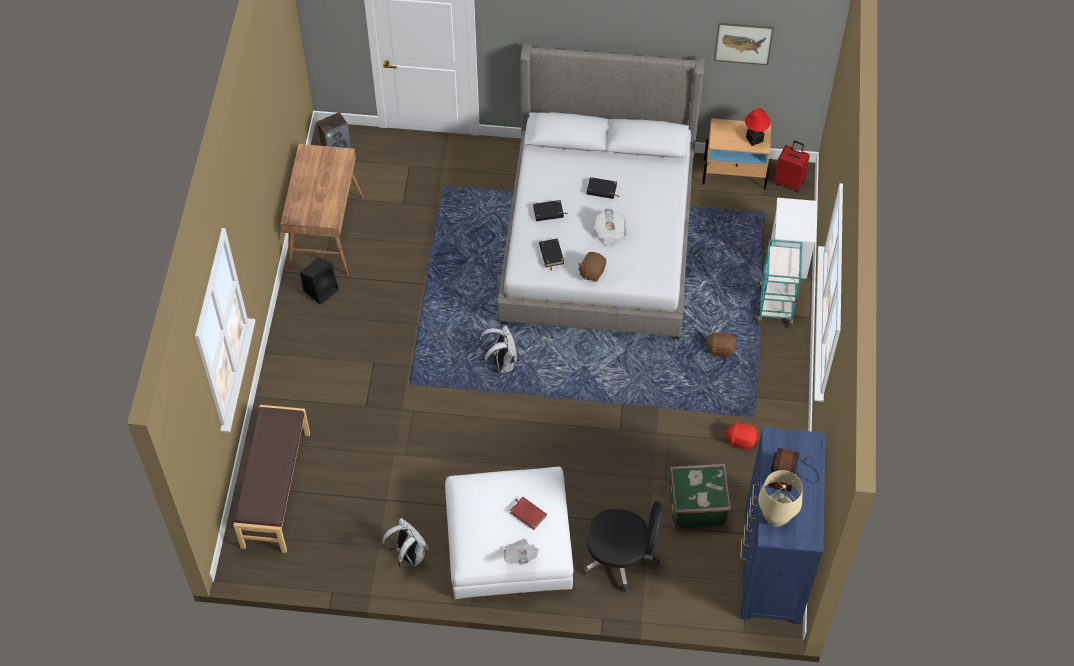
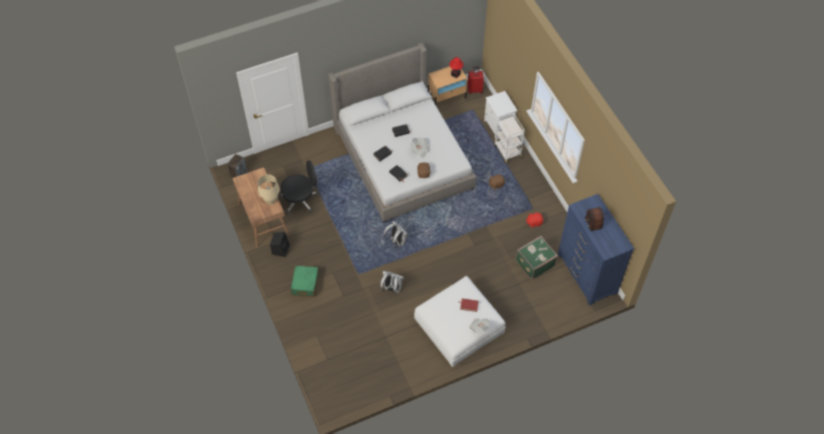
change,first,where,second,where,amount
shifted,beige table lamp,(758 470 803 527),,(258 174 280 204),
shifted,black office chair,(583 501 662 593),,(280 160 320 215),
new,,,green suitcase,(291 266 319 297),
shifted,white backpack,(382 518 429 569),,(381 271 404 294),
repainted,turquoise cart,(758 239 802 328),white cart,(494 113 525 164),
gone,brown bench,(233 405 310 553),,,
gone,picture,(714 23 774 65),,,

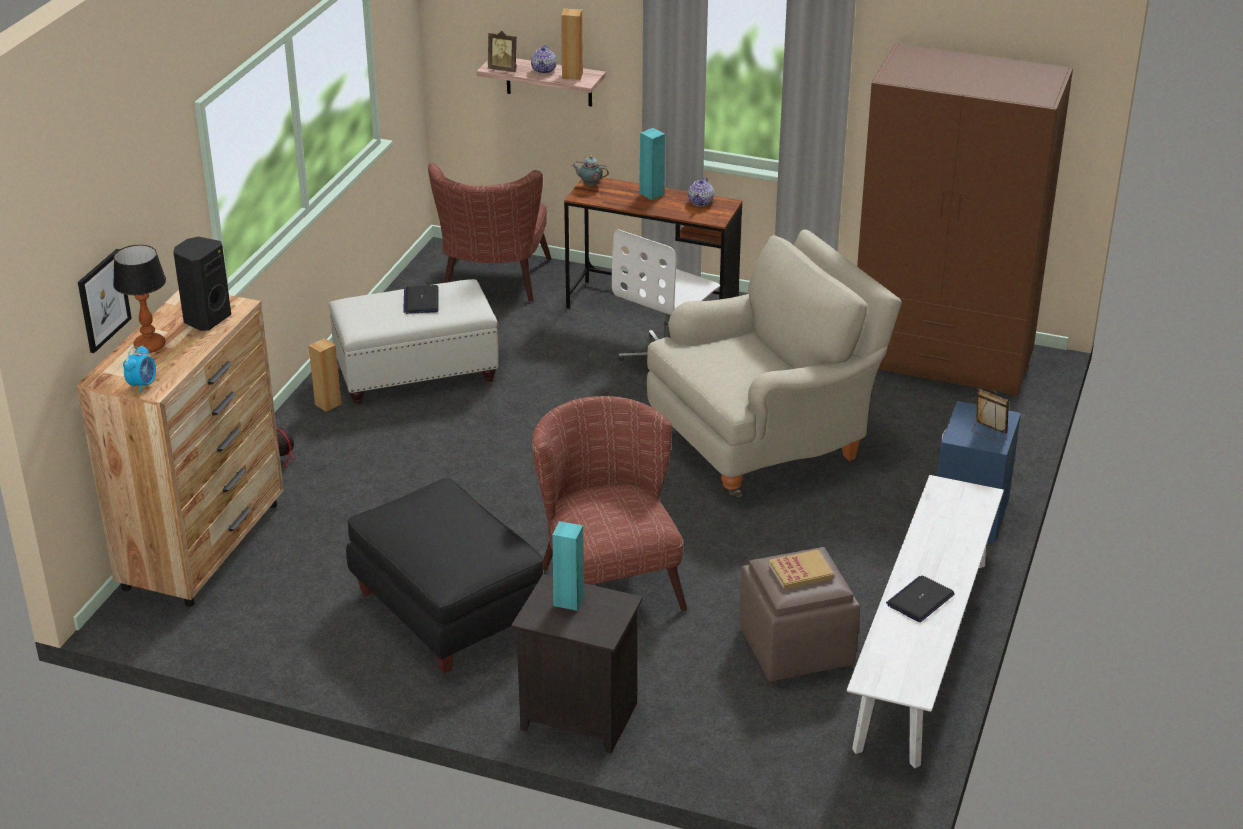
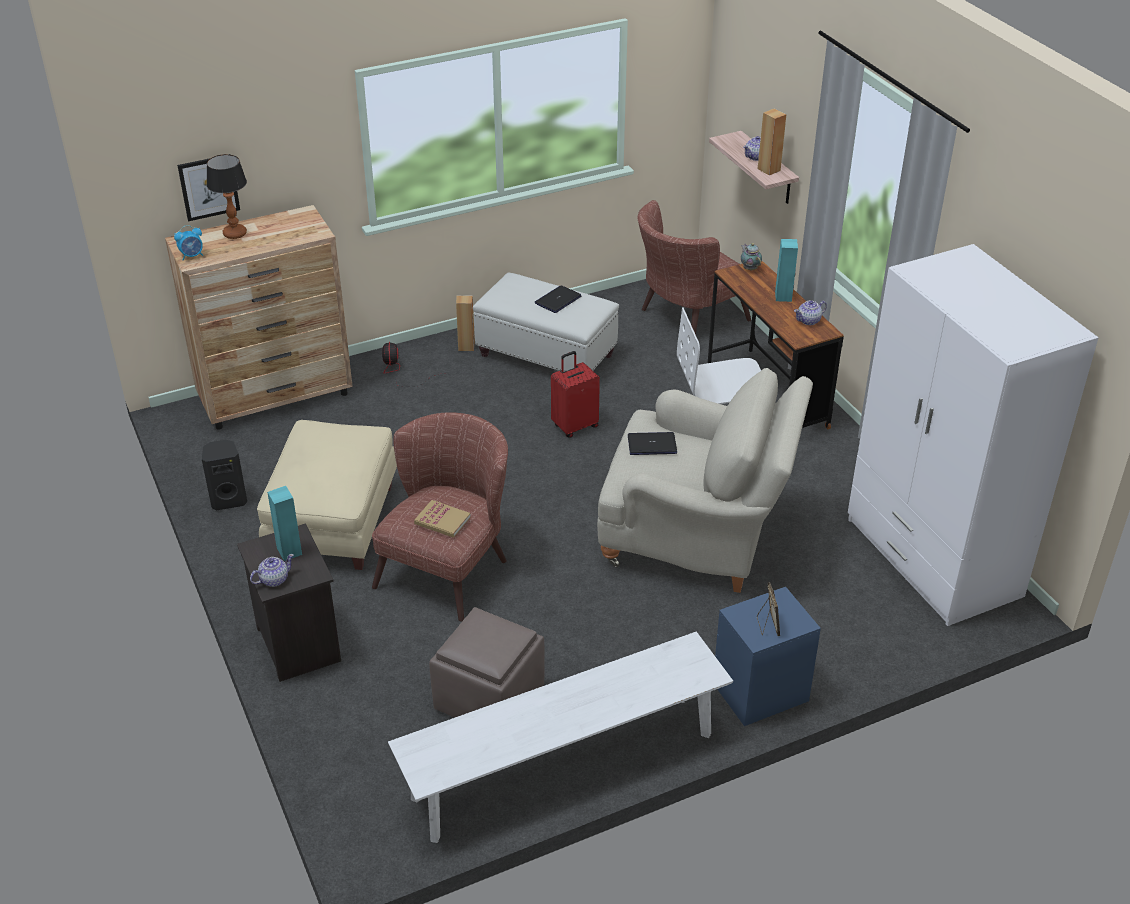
change,first,where,second,where,amount
shifted,black speaker,(173 237 231 331),,(202 440 247 511),
new,,,teapot,(250 554 294 587),
repainted,black ottoman,(346 478 543 673),beige ottoman,(257 420 397 570),
shifted,book,(769 550 834 589),,(414 500 471 538),
new,,,red suitcase,(551 351 600 438),
shifted,laptop,(886 576 955 622),,(628 432 677 455),
repainted,brown wardrobe,(857 43 1073 396),white wardrobe,(848 244 1099 626),
gone,picture frame,(488 31 517 72),,,

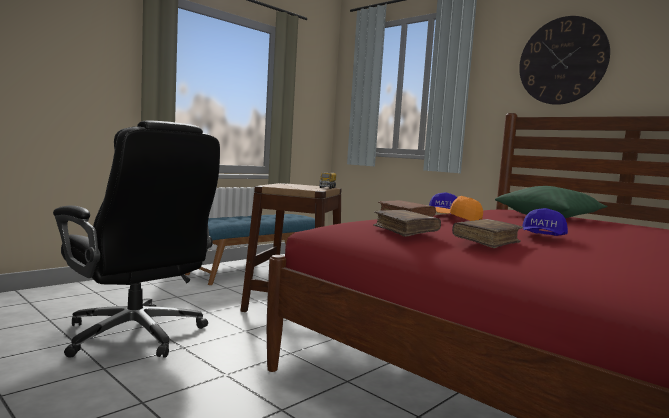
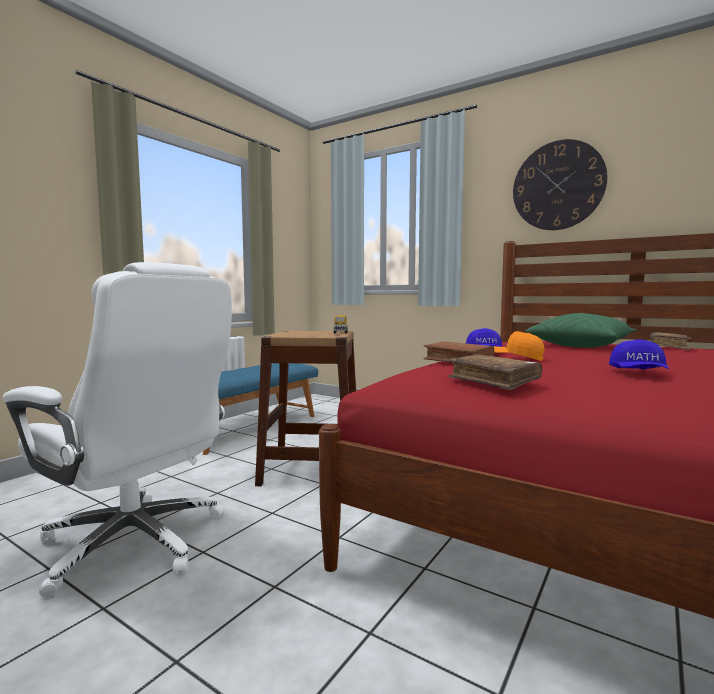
change,first,where,second,where,amount
repainted,black office chair,(53 121 220 358),white office chair,(2 262 232 598),
shifted,brown book,(452 219 523 248),,(650 332 691 350),

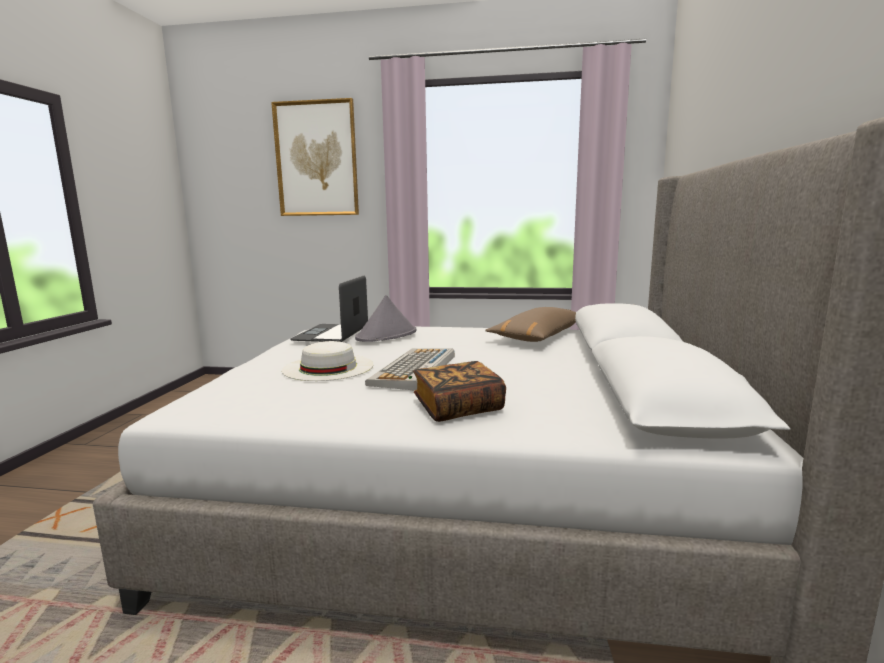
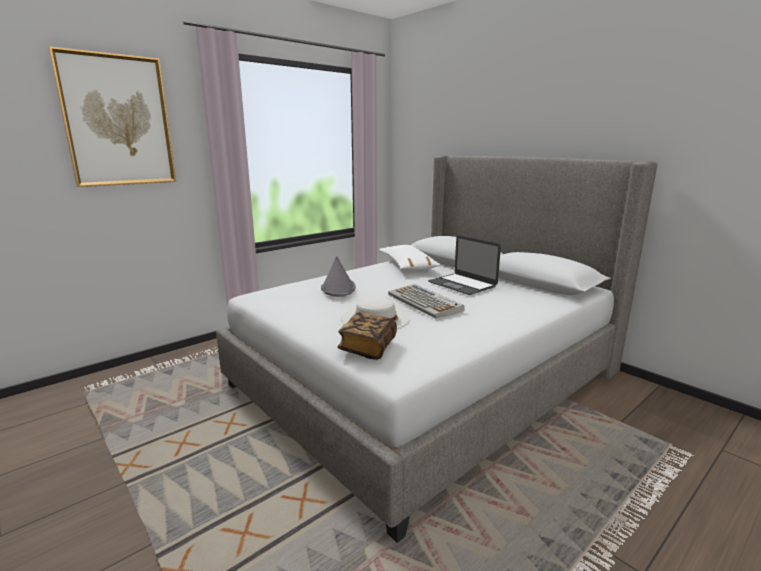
change,first,where,second,where,amount
shifted,book,(413 361 506 422),,(337 312 397 360),
repainted,brown pillow,(485 307 576 342),white pillow,(379 245 441 270),
shifted,laptop,(291 276 368 342),,(428 236 501 295),

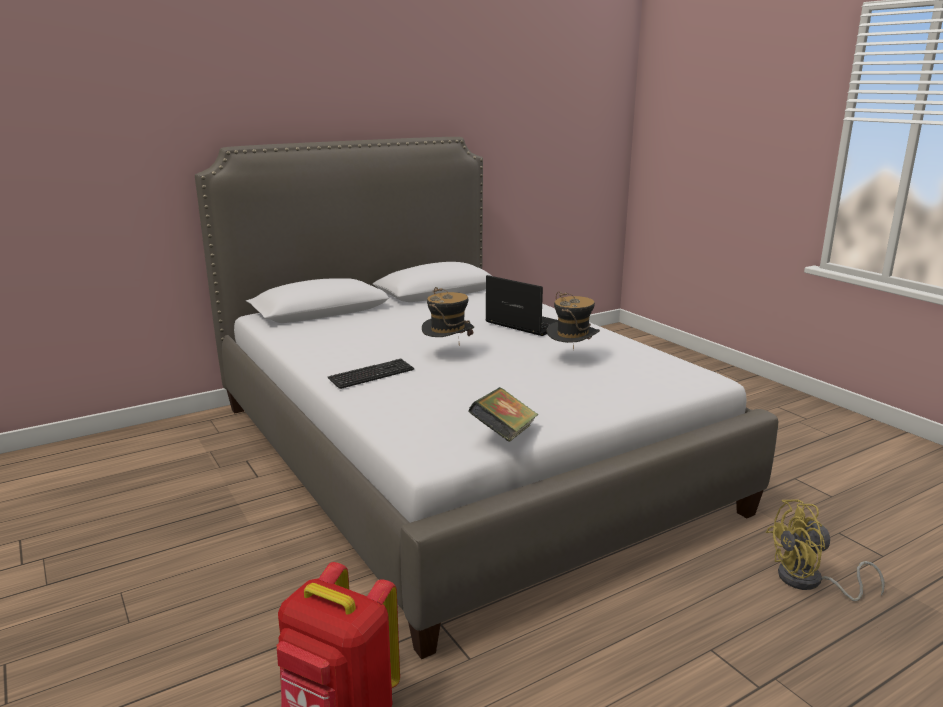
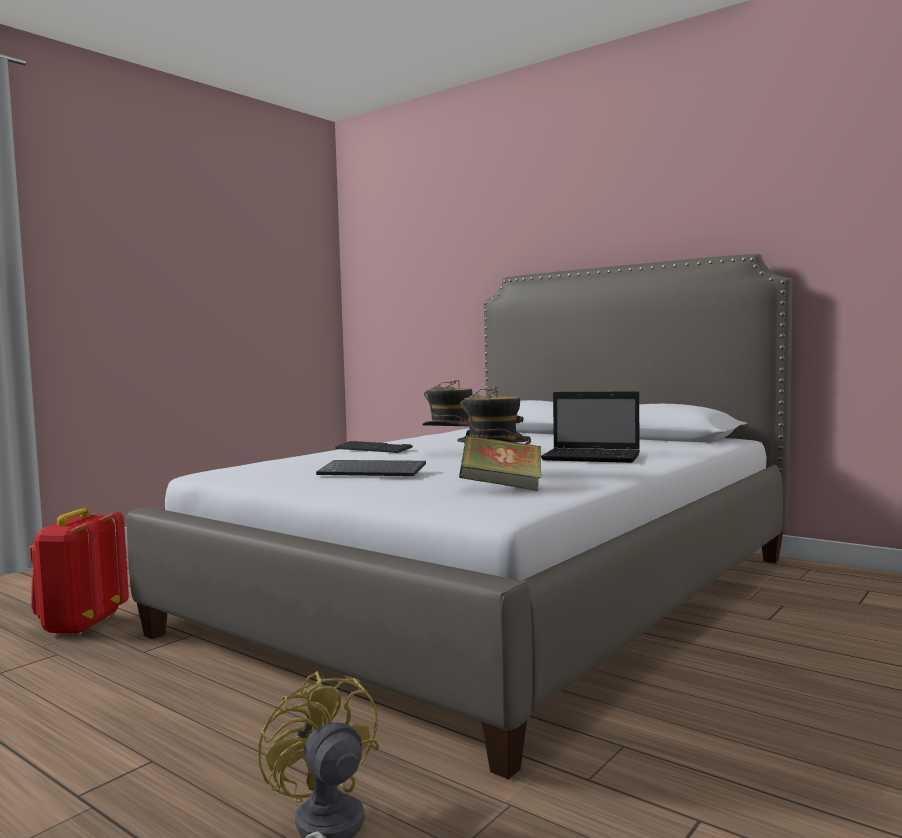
change,first,where,second,where,amount
new,,,keyboard,(316 460 426 476),
shifted,book,(468 387 538 442),,(459 435 541 491),
rotated,laptop,(486 275 558 336),,(541 392 640 463),90 degrees clockwise

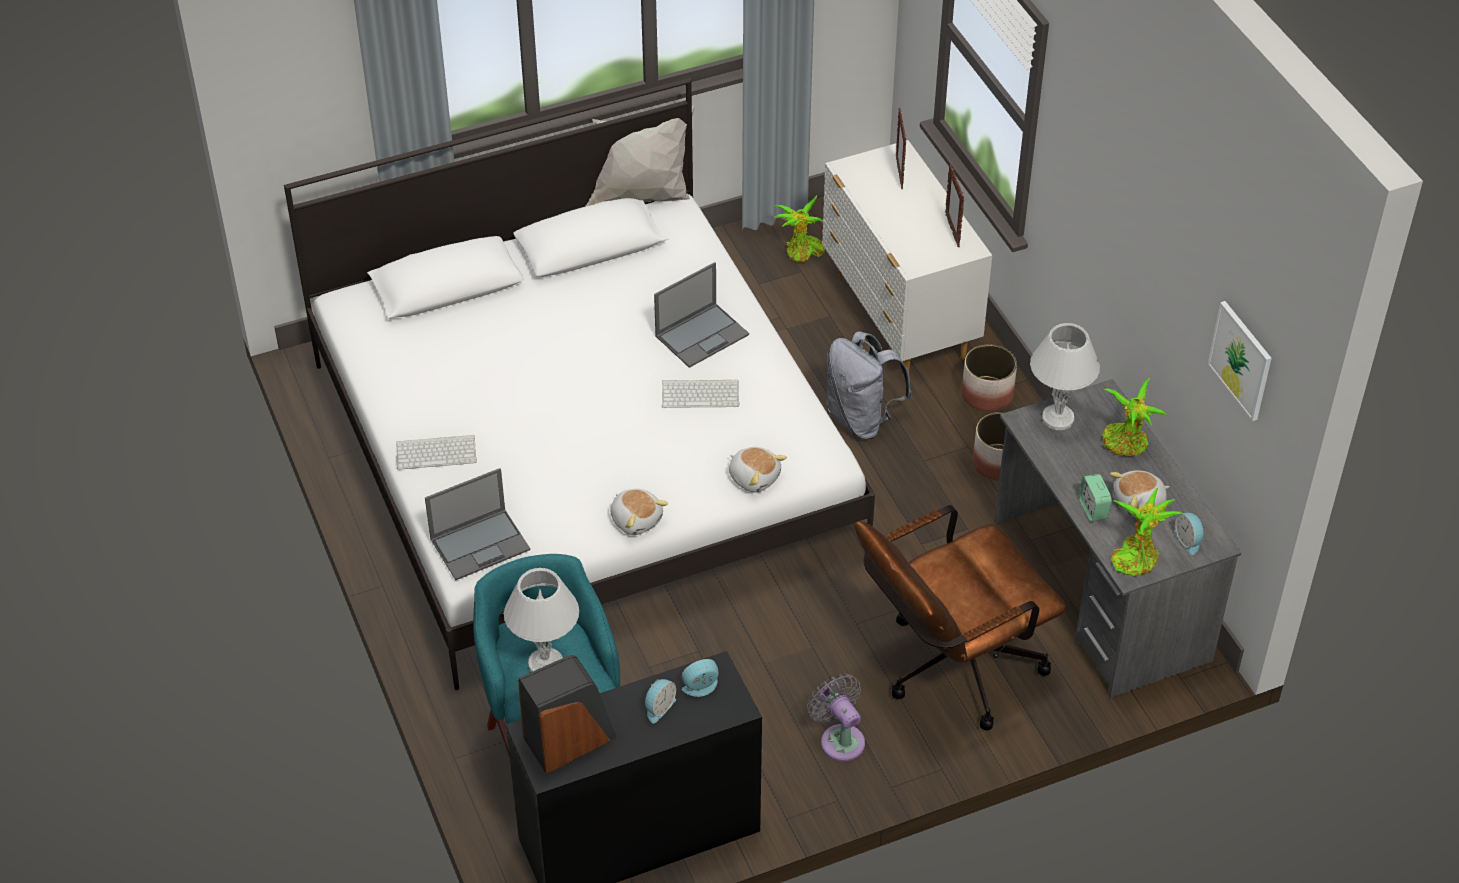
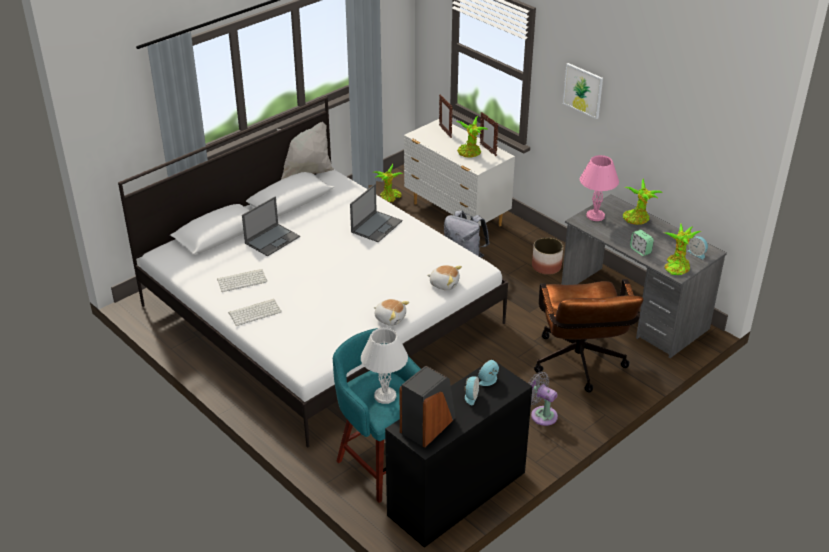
change,first,where,second,where,amount
shifted,keyboard,(662 380 739 408),,(217 269 267 292),
shifted,laptop,(425 468 530 580),,(242 197 300 256),
new,,,potted plant,(456 116 488 158),
rotated,brown office chair,(855 505 1067 730),,(534 279 643 392),45 degrees counterclockwise
shifted,picture,(1208 301 1272 421),,(563 63 603 119),
repainted,white table lamp,(1030 323 1100 430),pink table lamp,(580 155 619 221),
gone,planter,(961 345 1017 412),,,
gone,plush toy,(1110 470 1170 517),,,

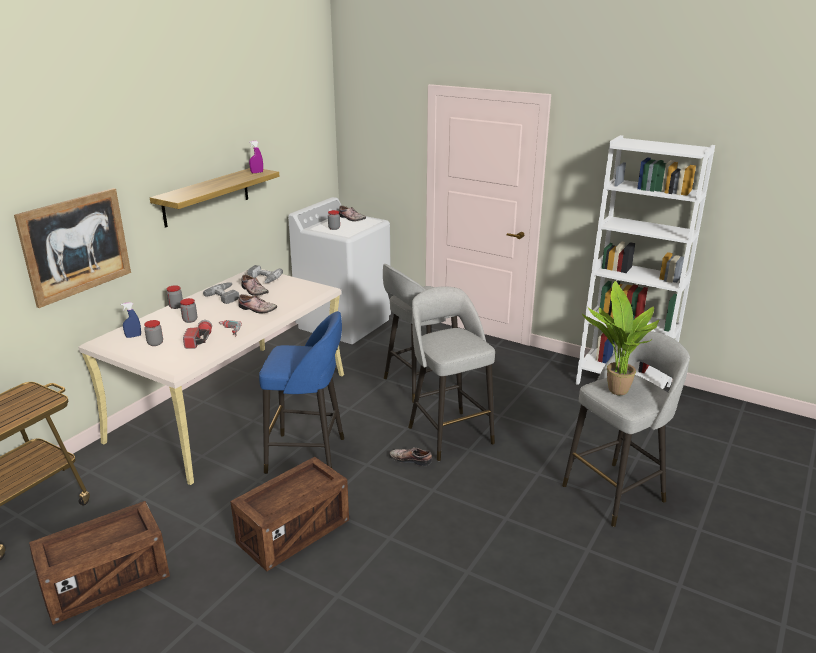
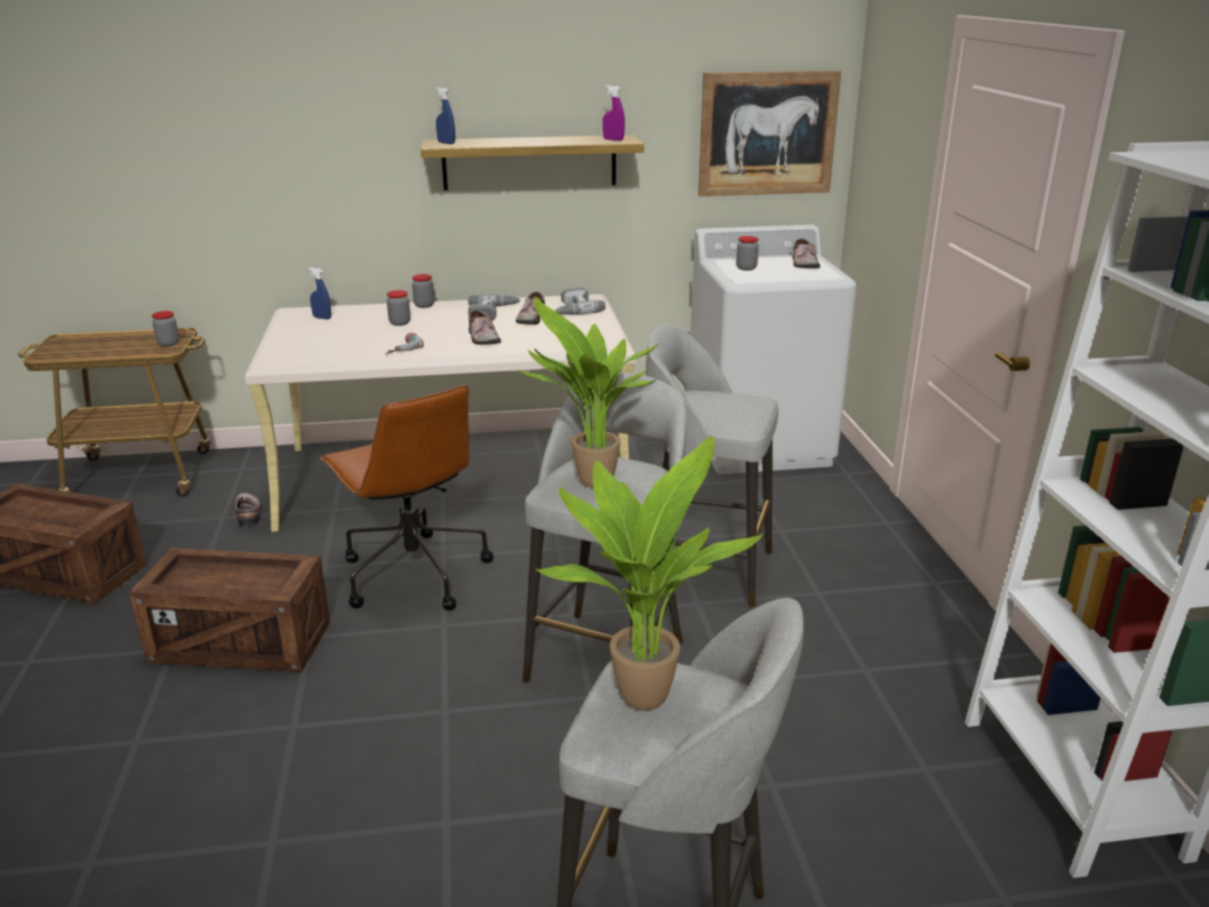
change,first,where,second,where,amount
shifted,jar,(144 320 163 346),,(152 311 179 347),
shifted,shoe,(389 448 432 466),,(235 493 262 527),
swapped,blue stool,(259 311 344 474),brown office chair,(320 385 493 610),
new,,,blue spray bottle,(436 87 455 144),
new,,,potted plant,(519 297 660 487),
shifted,picture,(14 188 131 308),,(698 71 841 196),
gone,flashlight,(183 320 212 349),,,

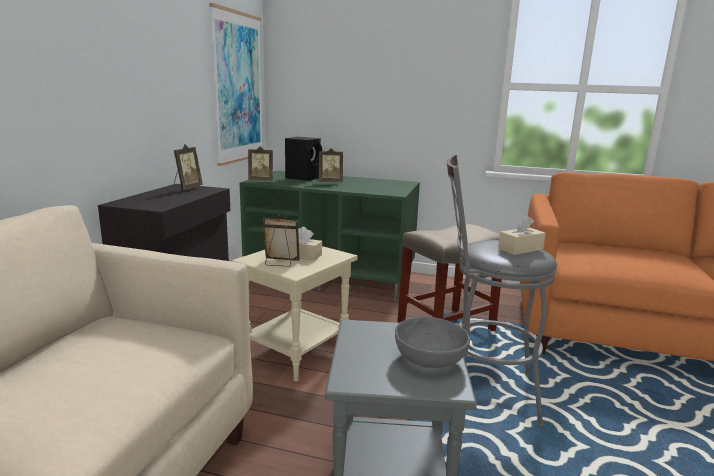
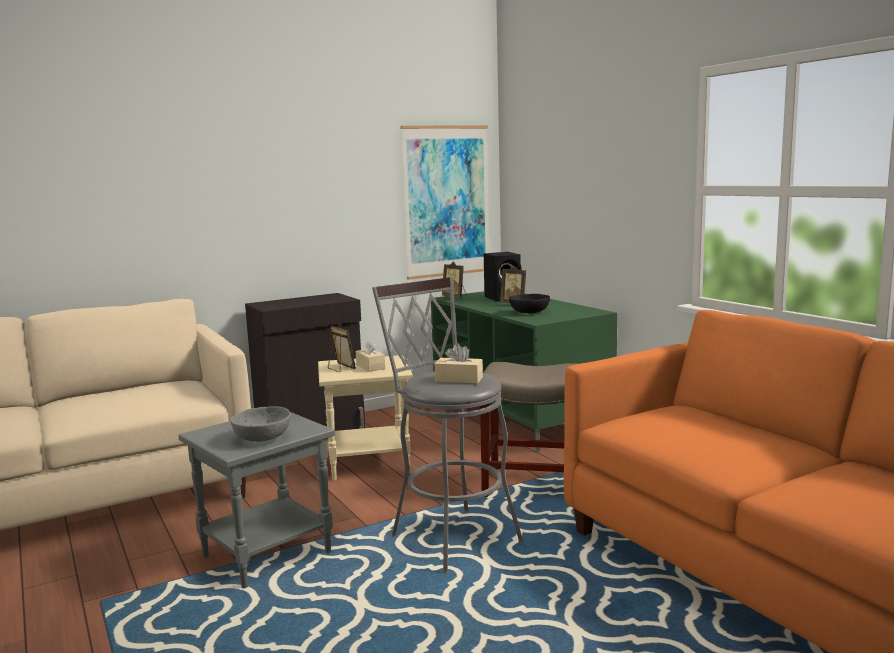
change,first,where,second,where,amount
new,,,black bowl,(509 294 550 314),
gone,picture frame,(173 144 203 190),,,

